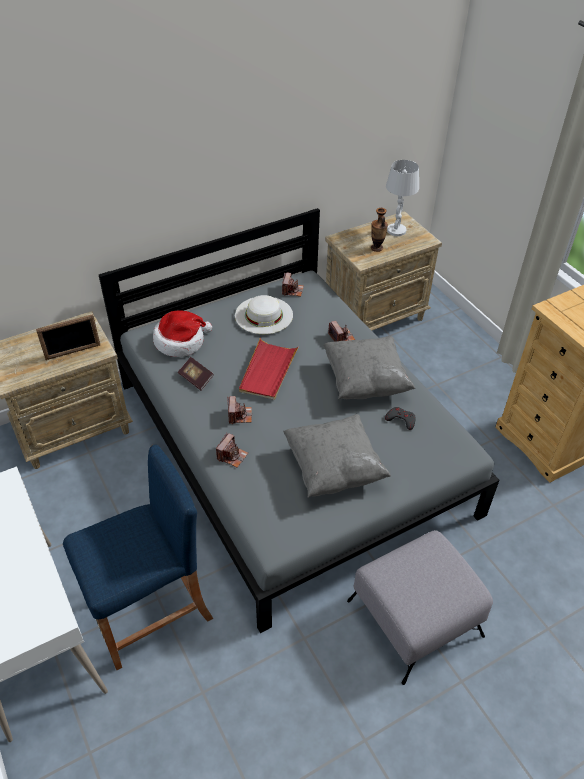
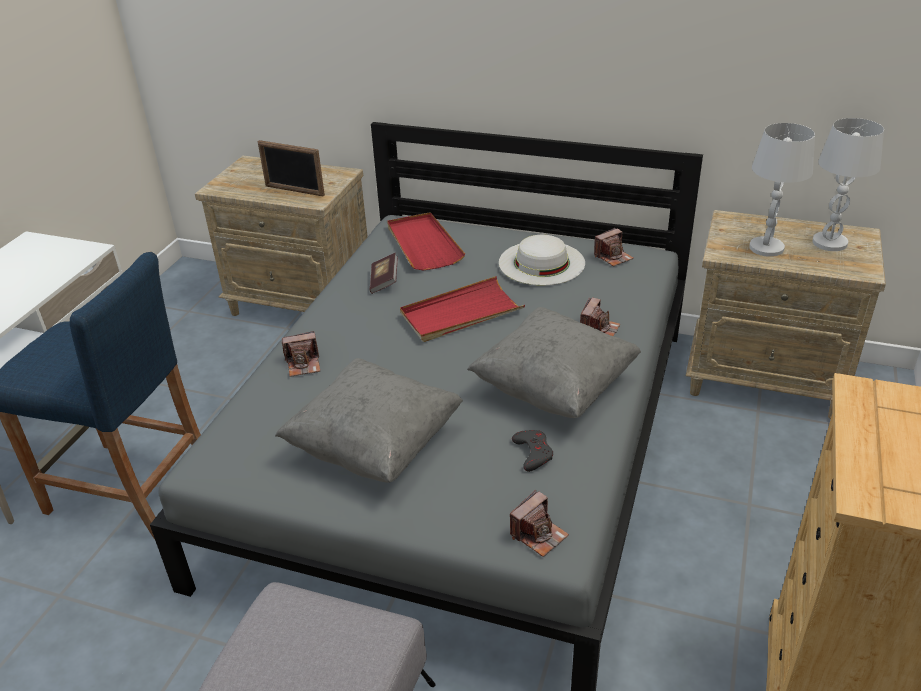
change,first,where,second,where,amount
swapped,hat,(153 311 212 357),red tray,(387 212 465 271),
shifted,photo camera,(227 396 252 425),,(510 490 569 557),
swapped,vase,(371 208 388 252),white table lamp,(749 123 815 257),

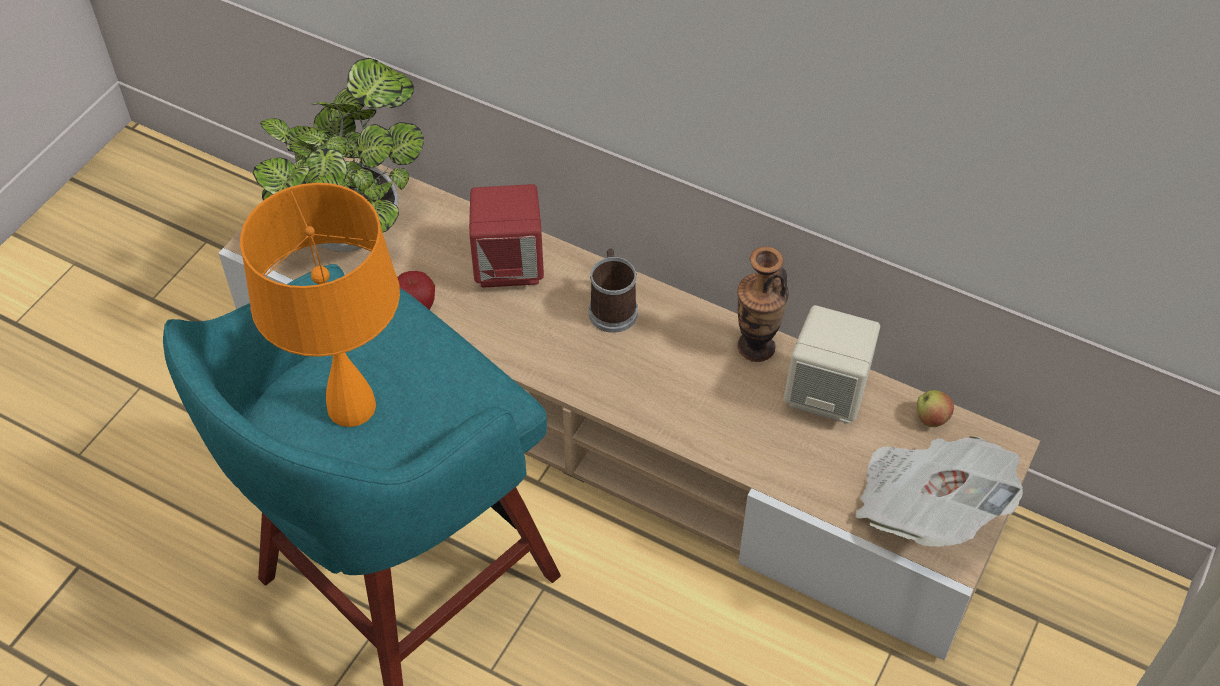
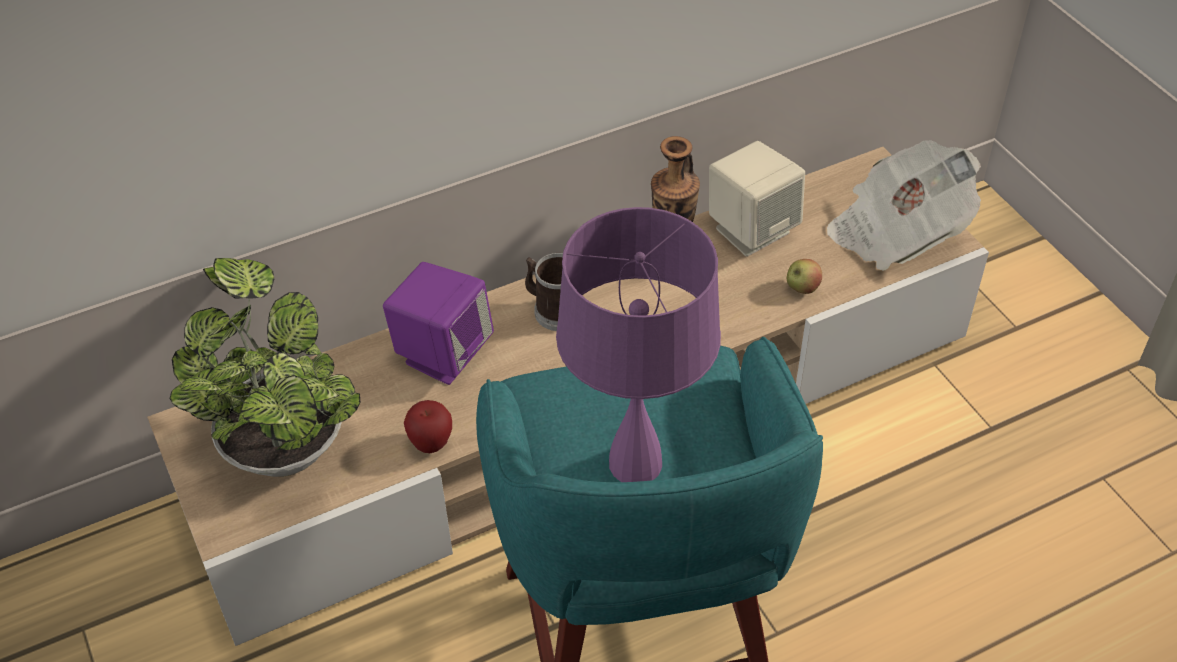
change,first,where,second,where,amount
repainted,red speaker,(469 184 544 288),purple speaker,(383 262 494 385),
repainted,orange table lamp,(240 183 400 427),purple table lamp,(556 207 721 482),
shifted,apple,(917 390 954 427),,(787 259 822 294),

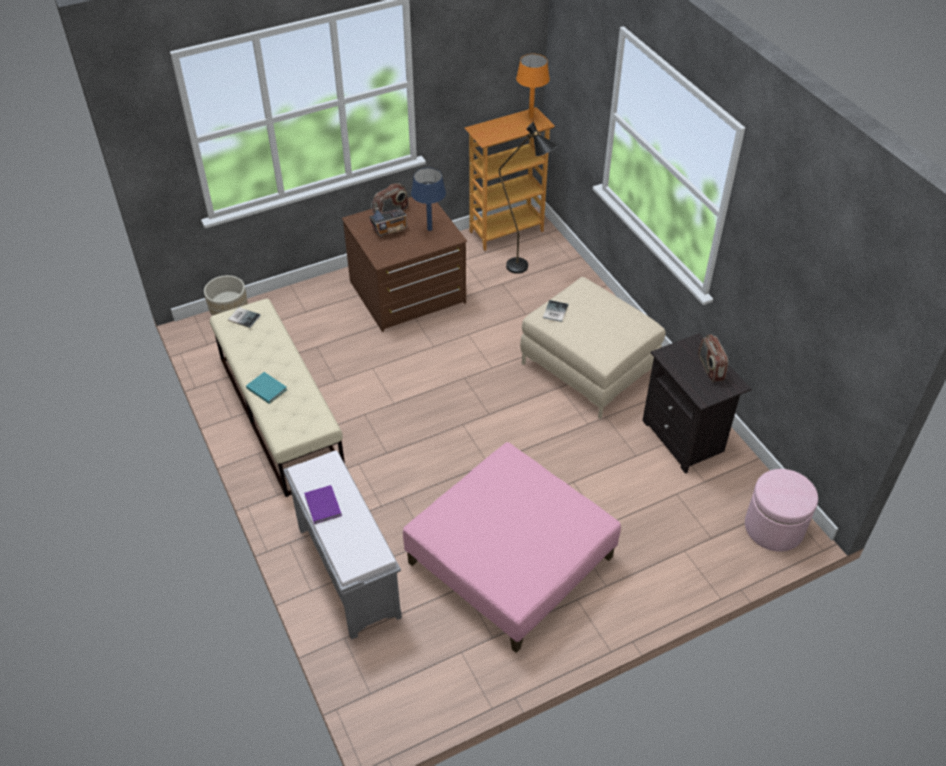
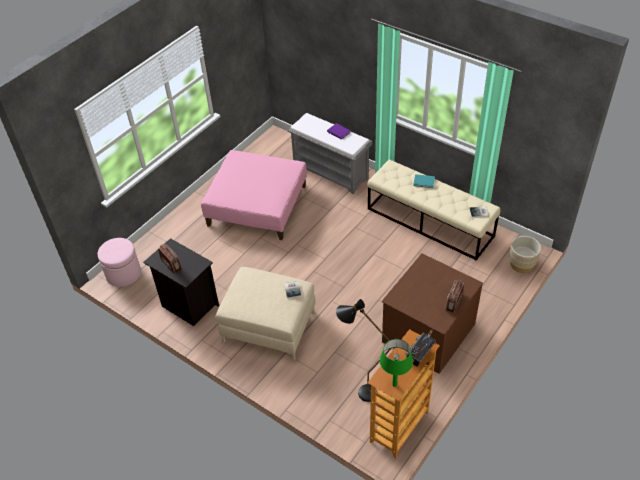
change,first,where,second,where,amount
repainted,orange table lamp,(516 54 550 118),green table lamp,(380 339 413 387),
shifted,radio,(369 199 407 238),,(405 329 436 367),
gone,blue table lamp,(411 168 446 231),,,

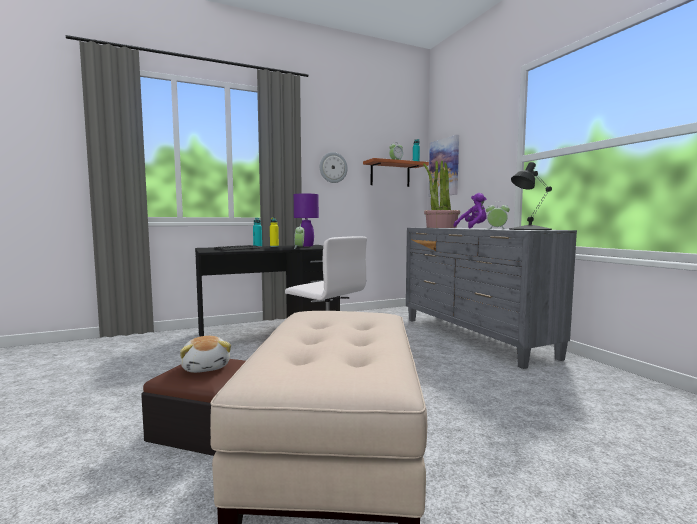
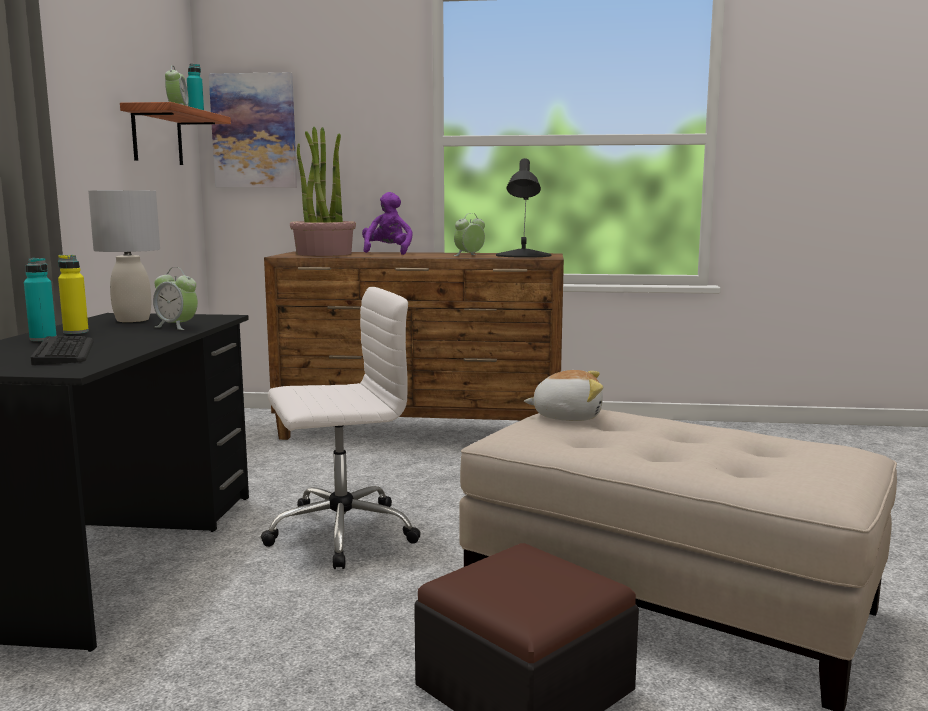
change,first,where,second,where,amount
repainted,purple table lamp,(294 194 319 247),grey table lamp,(88 190 160 322),
repainted,grey dresser,(406 228 577 369),brown dresser,(264 252 564 440),
shifted,plush toy,(180 336 231 373),,(524 370 603 421),
gone,wall clock,(320 152 348 183),,,

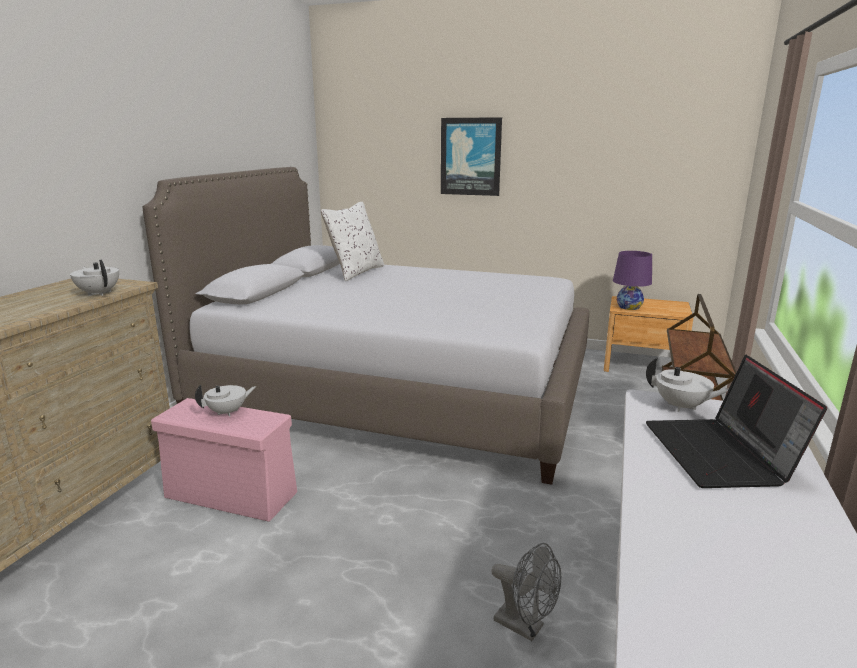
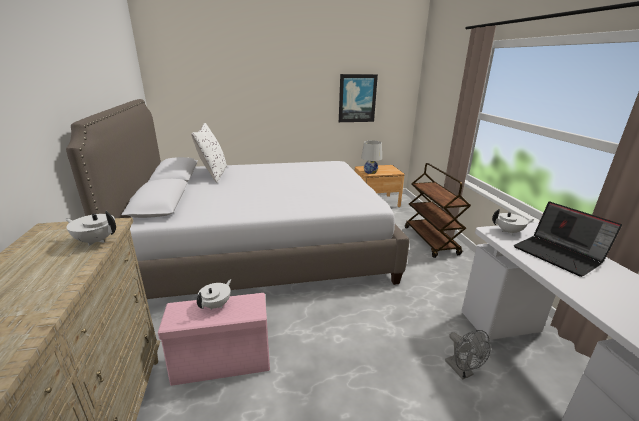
change,first,where,second,where,amount
shifted,picture,(441 117 502 196),,(339 74 378 122),
repainted,purple table lamp,(613 251 652 310),white table lamp,(361 140 382 174),
rotated,grey fan,(491 543 561 641),,(445 330 490 380),60 degrees clockwise

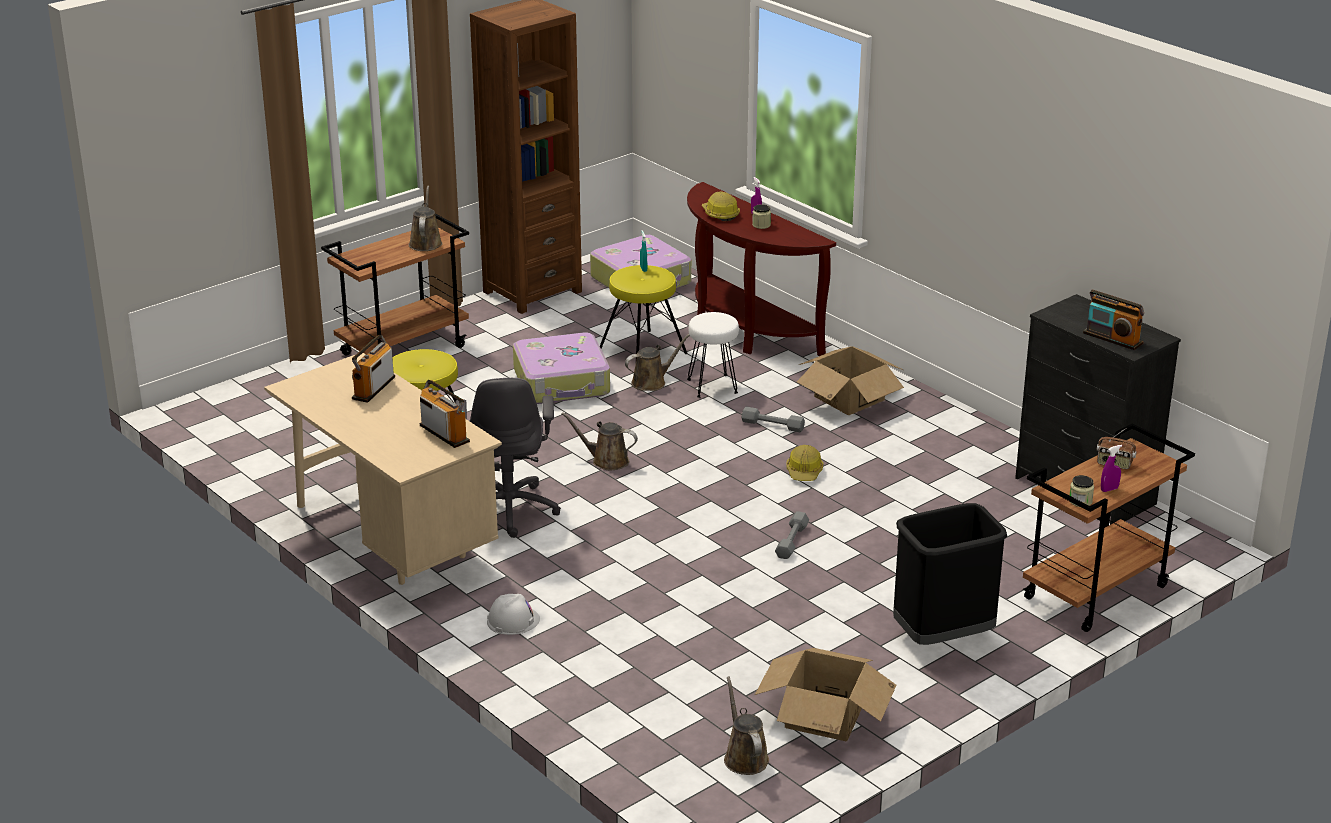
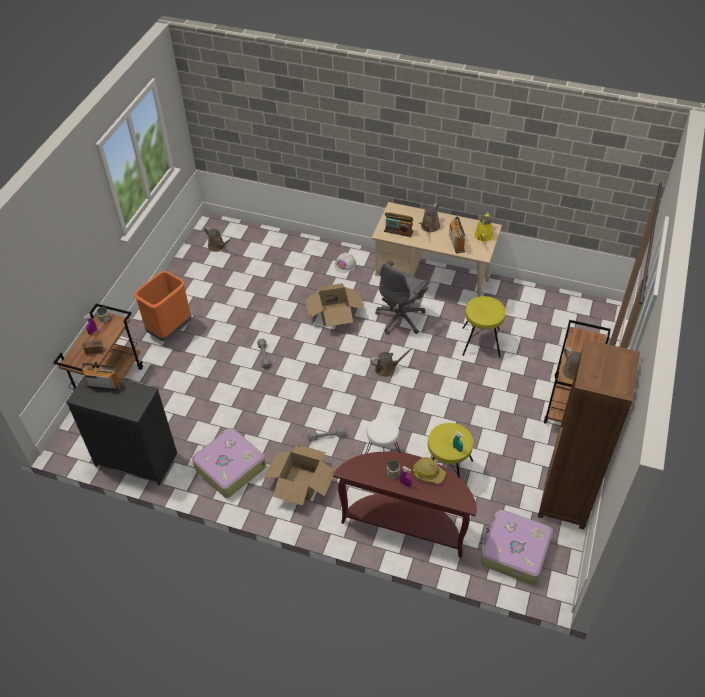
change,first,where,second,where,amount
repainted,black trash can,(893 503 1007 645),orange trash can,(134 271 192 341),
shifted,suitcase,(513 332 610 404),,(192 428 266 498),
shifted,cardboard box,(755 648 896 741),,(305 283 364 327),
rotated,grey office chair,(455 378 561 538),,(375 261 429 335),105 degrees counterclockwise
shifted,brown watering can,(625 334 690 391),,(419 203 440 232),
new,,,yellow watering can,(474 212 494 242),
gone,hard hat,(786 445 823 481),,,

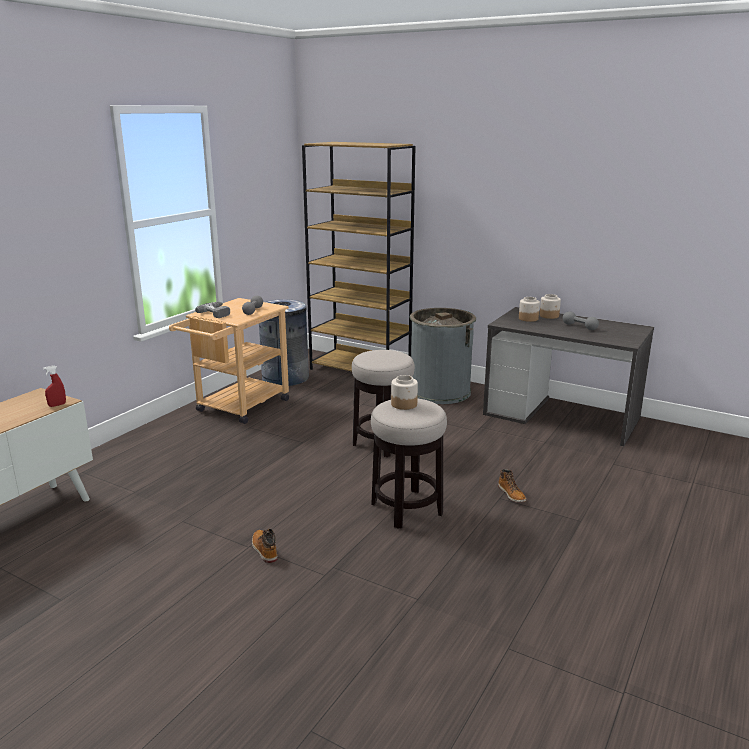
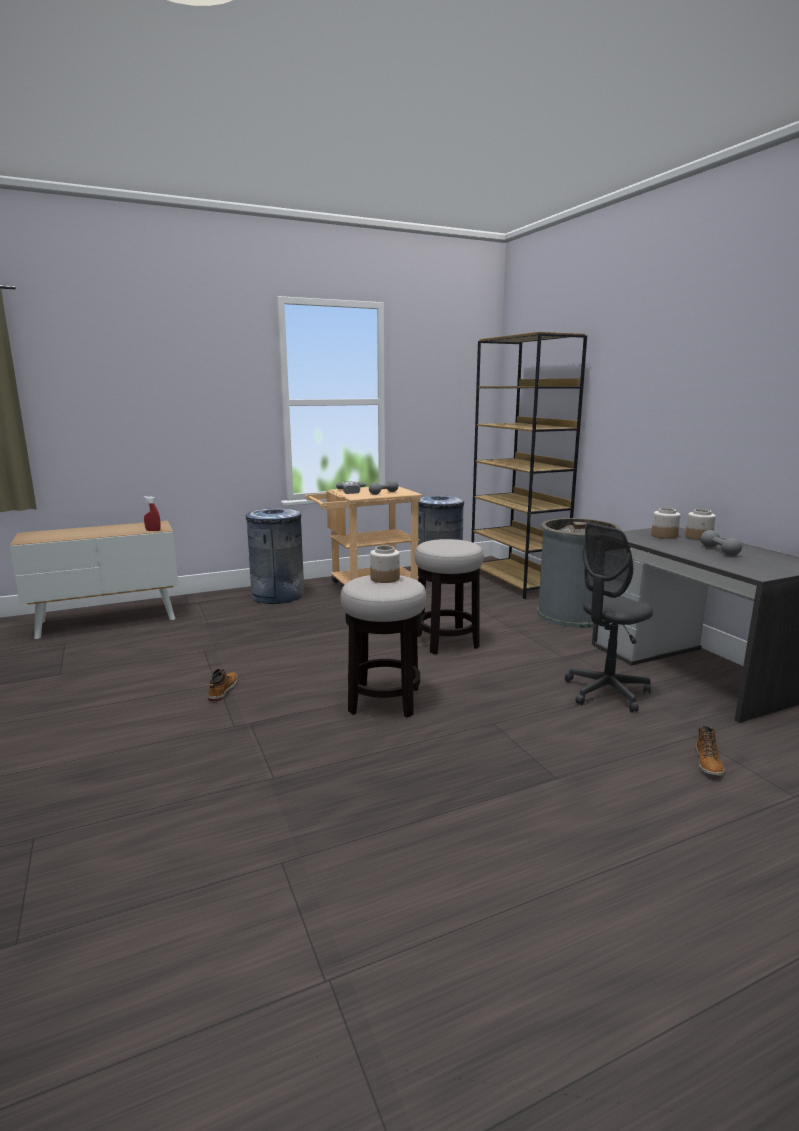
change,first,where,second,where,amount
new,,,grey trash can,(246 508 305 604),
new,,,grey office chair,(565 523 653 712),
shifted,boot,(498 469 526 502),,(696 726 724 776),

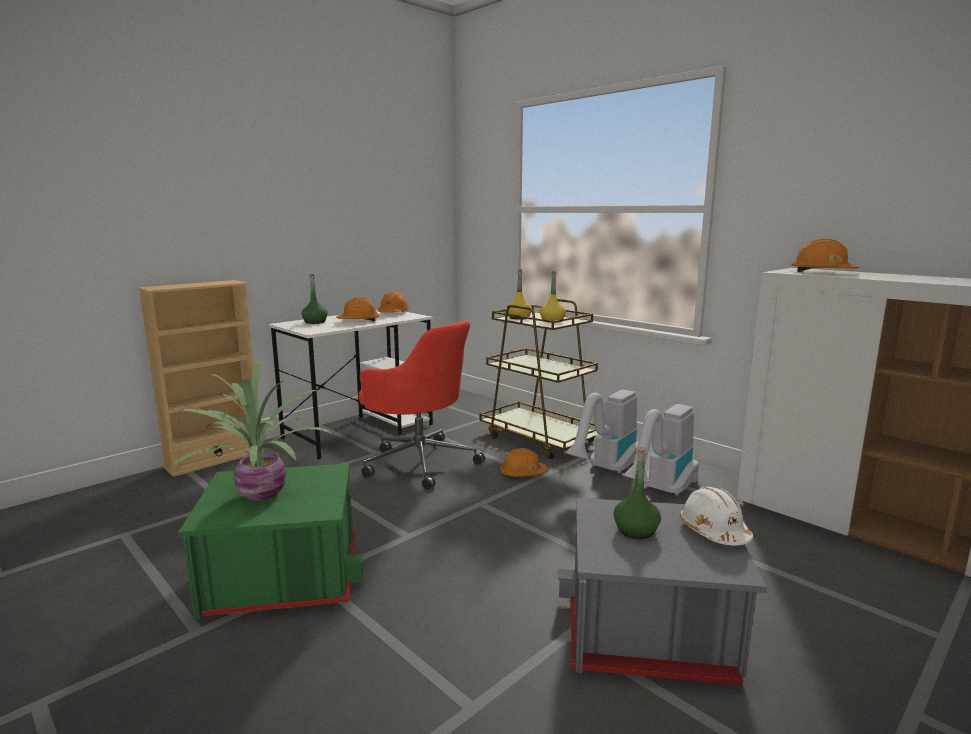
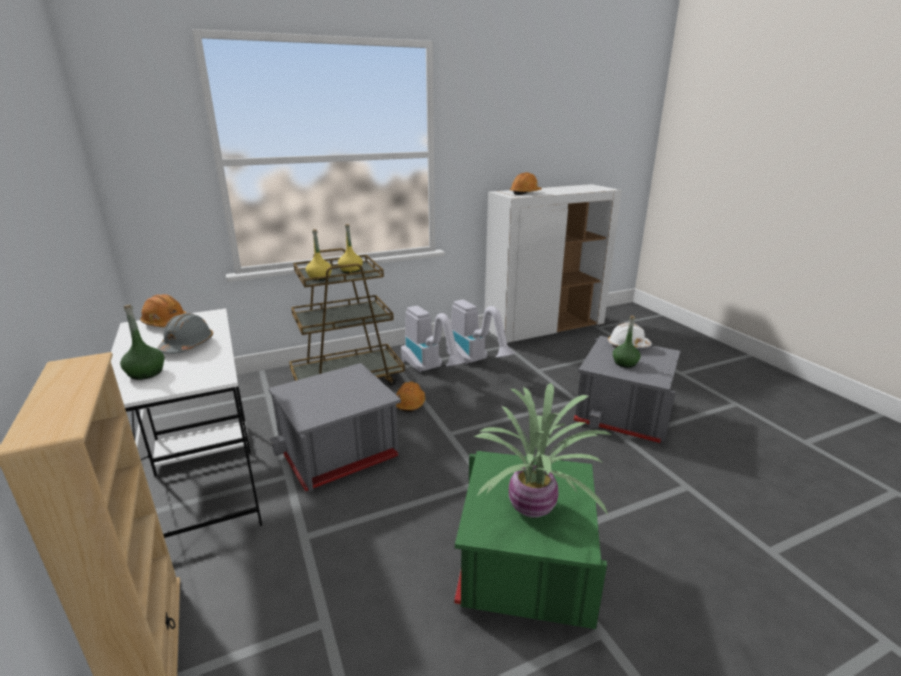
change,first,where,second,where,amount
repainted,orange hard hat,(336 297 379 322),grey hard hat,(157 313 213 354),
swapped,red office chair,(358 321 485 490),grey storage box,(268 363 401 492),

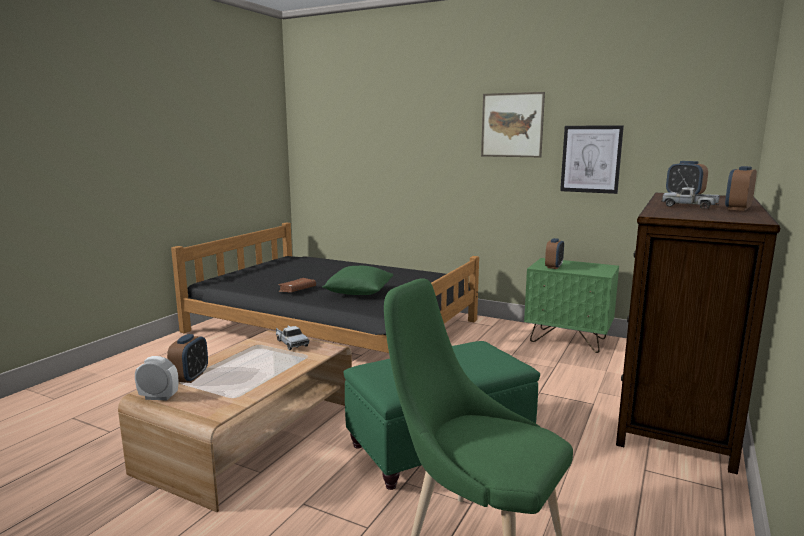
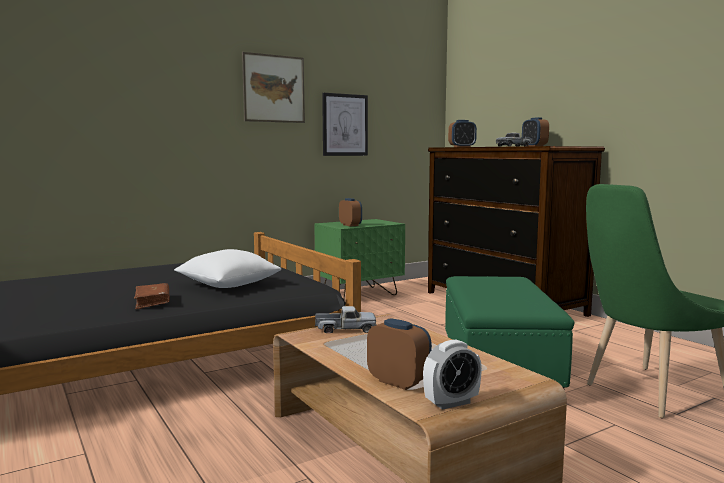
change,first,where,second,where,amount
repainted,green pillow,(322 266 393 295),white pillow,(174 249 281 288),
rotated,alarm clock,(135 356 178 400),,(423 340 482 410),150 degrees counterclockwise

